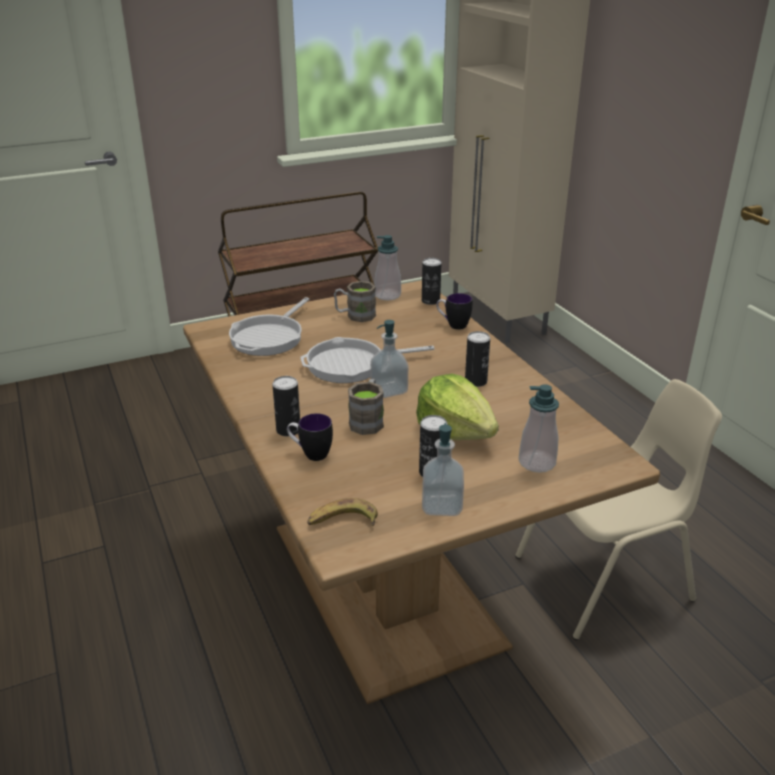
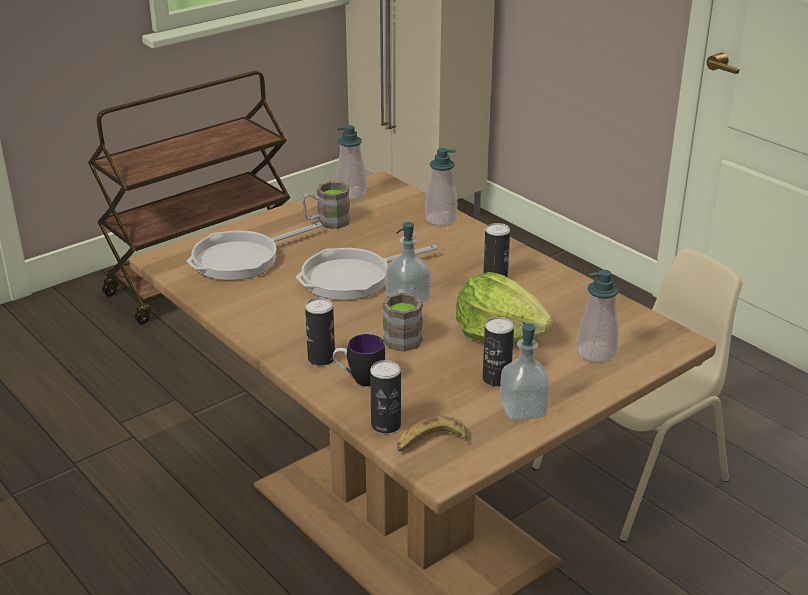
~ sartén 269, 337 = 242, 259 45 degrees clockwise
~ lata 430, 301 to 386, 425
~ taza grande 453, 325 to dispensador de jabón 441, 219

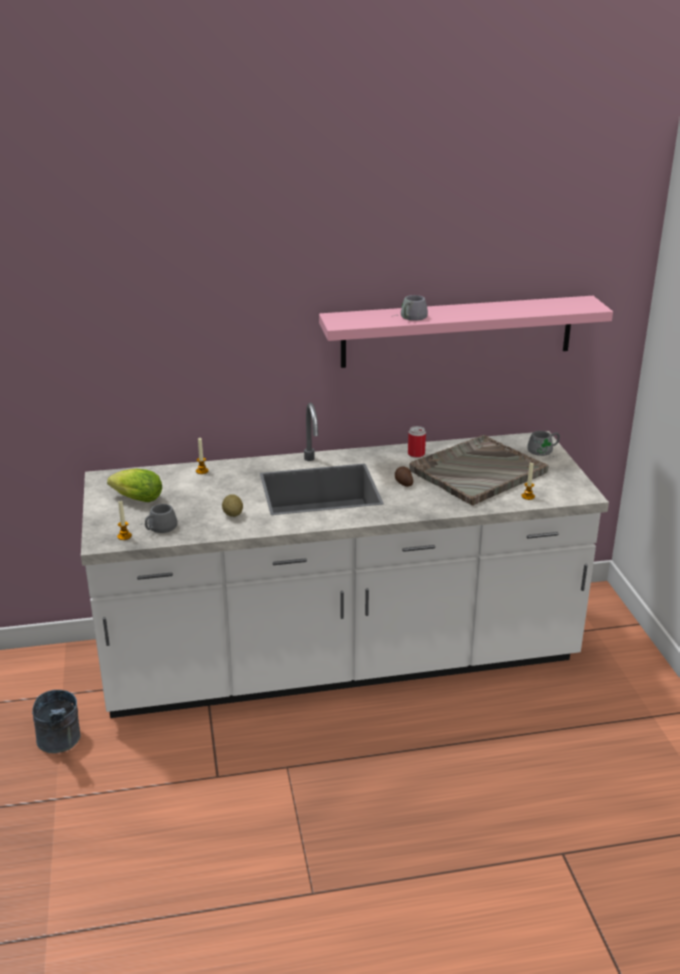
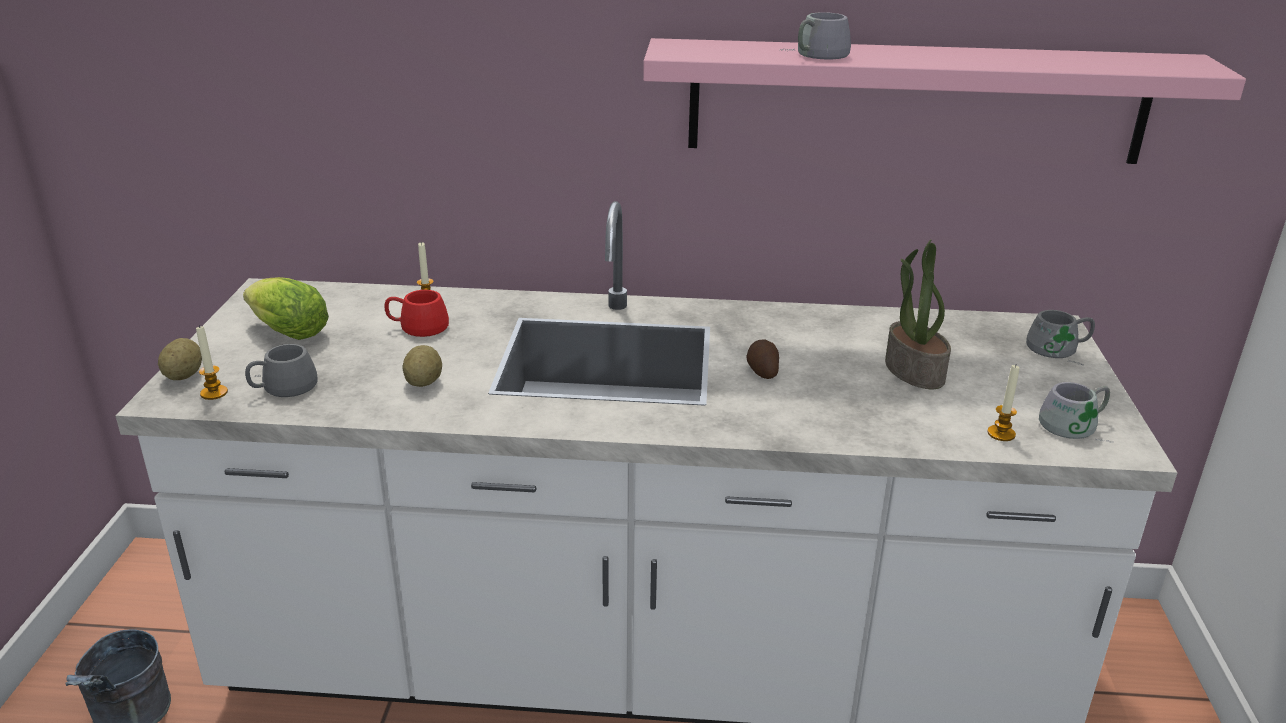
- lata 416, 454
~ bandeja/gris 477, 472 to planta en maceta 912, 371
+ patata 184, 375
+ taza grande/rojo 418, 324
+ taza grande/gris 1077, 427

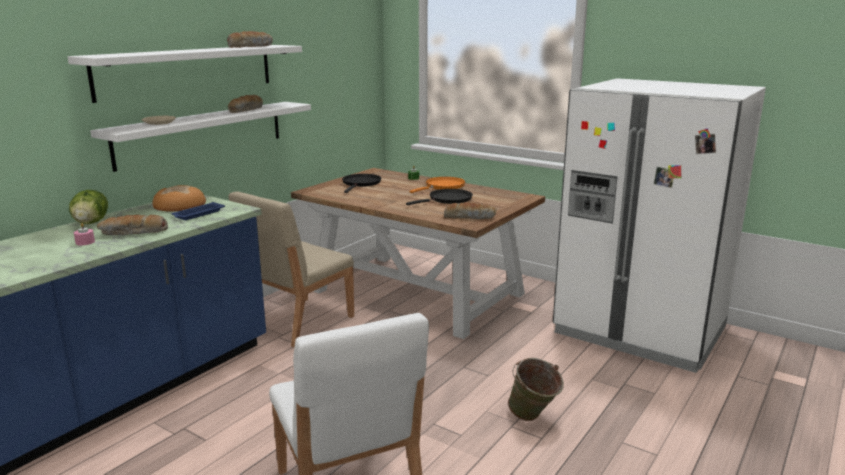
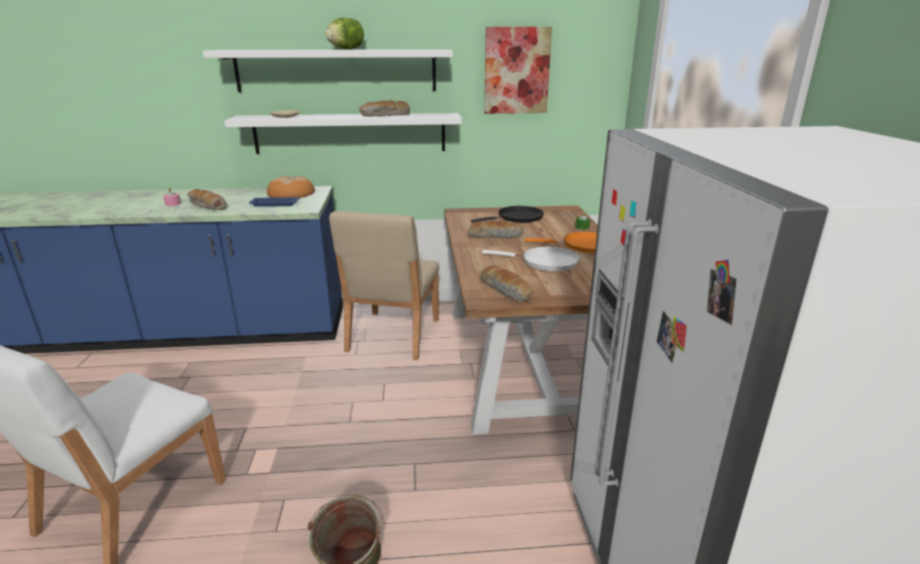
~ lechuga 91, 223 to 346, 49
~ pan 250, 46 to 495, 236
~ silla/beis 298, 321 = 392, 335 75 degrees counterclockwise
~ sartén/negro 448, 200 to sartén/blanco 545, 262
+ cuadro 516, 71

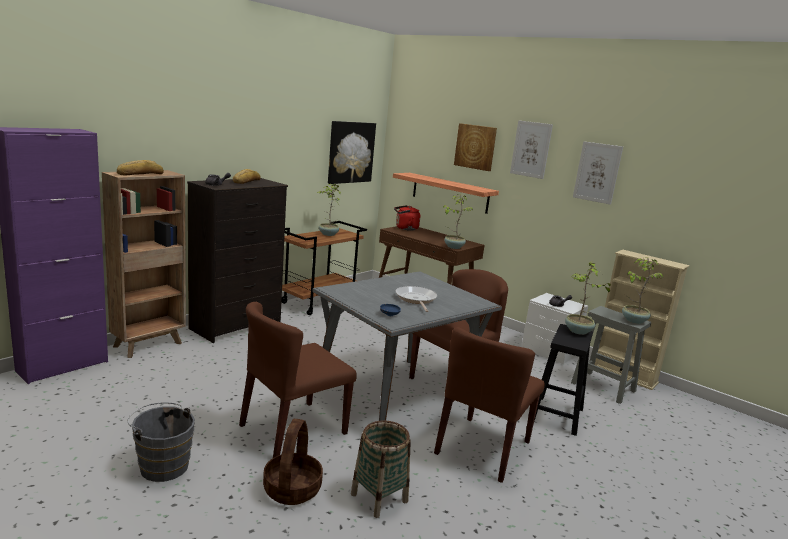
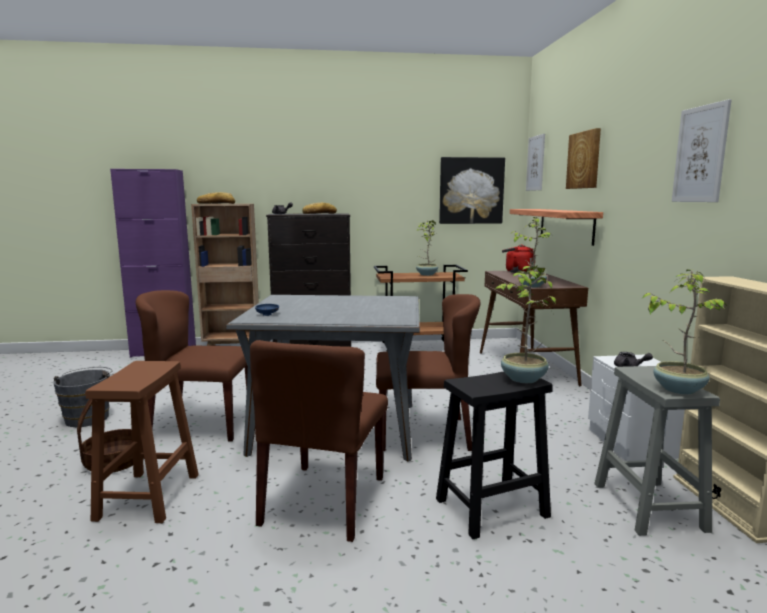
~ cesta 379, 497 to taburete/marrón 149, 495
- sartén 416, 299
~ silla/marrón 483, 448 = 324, 501 60 degrees counterclockwise
~ cuadro 531, 149 to 535, 163

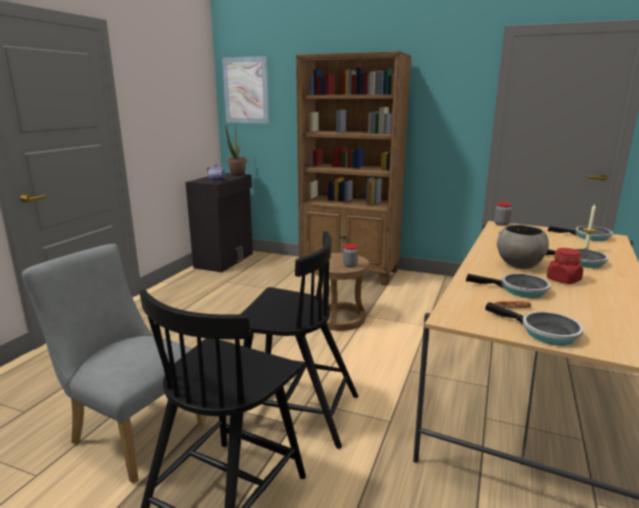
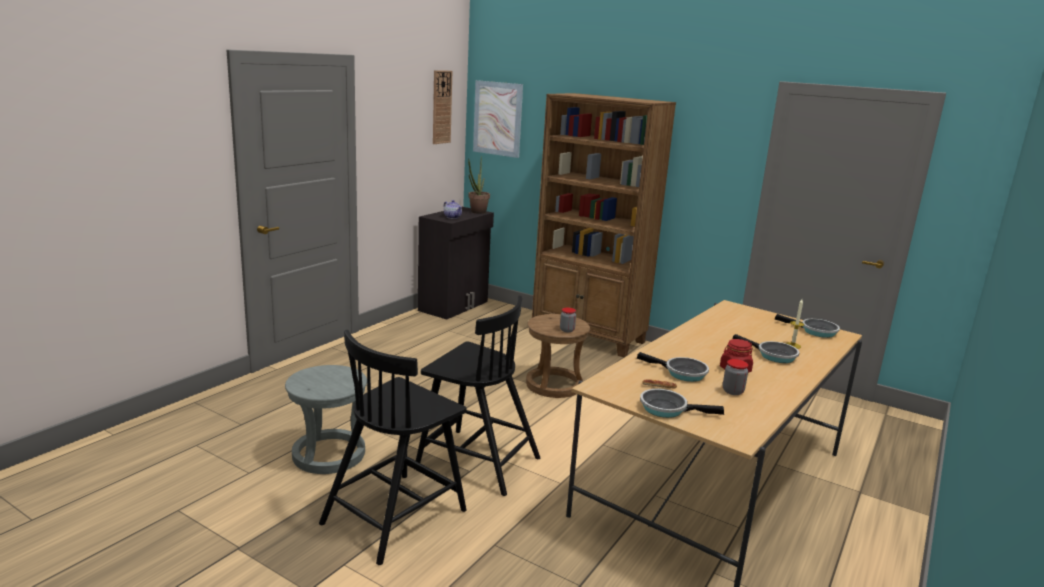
~ silla/gris 132, 432 to taburete/gris 329, 454
~ sartén 544, 332 = 667, 409 135 degrees clockwise
~ tarro 501, 224 to 733, 391
- cuenco/gris 519, 265
+ reloj de pared 441, 107

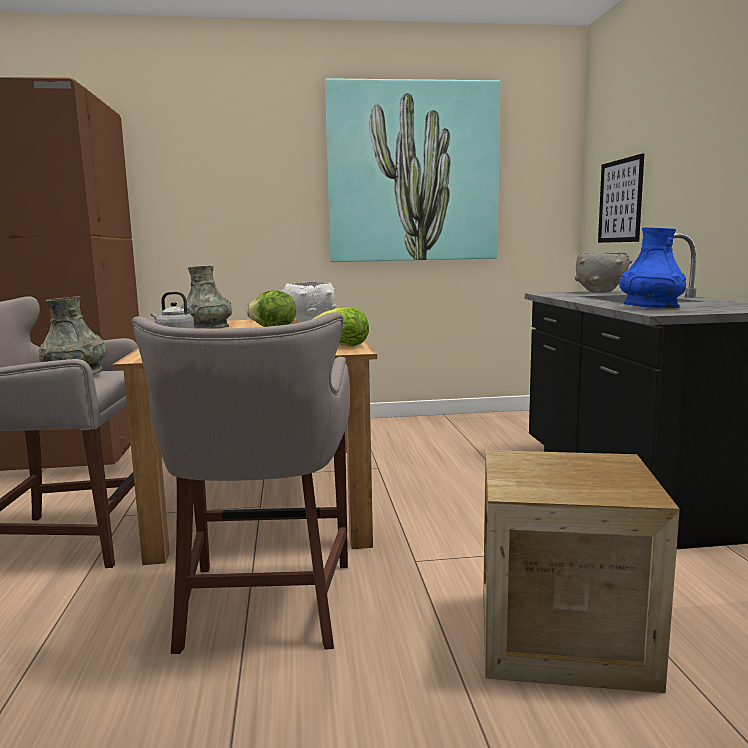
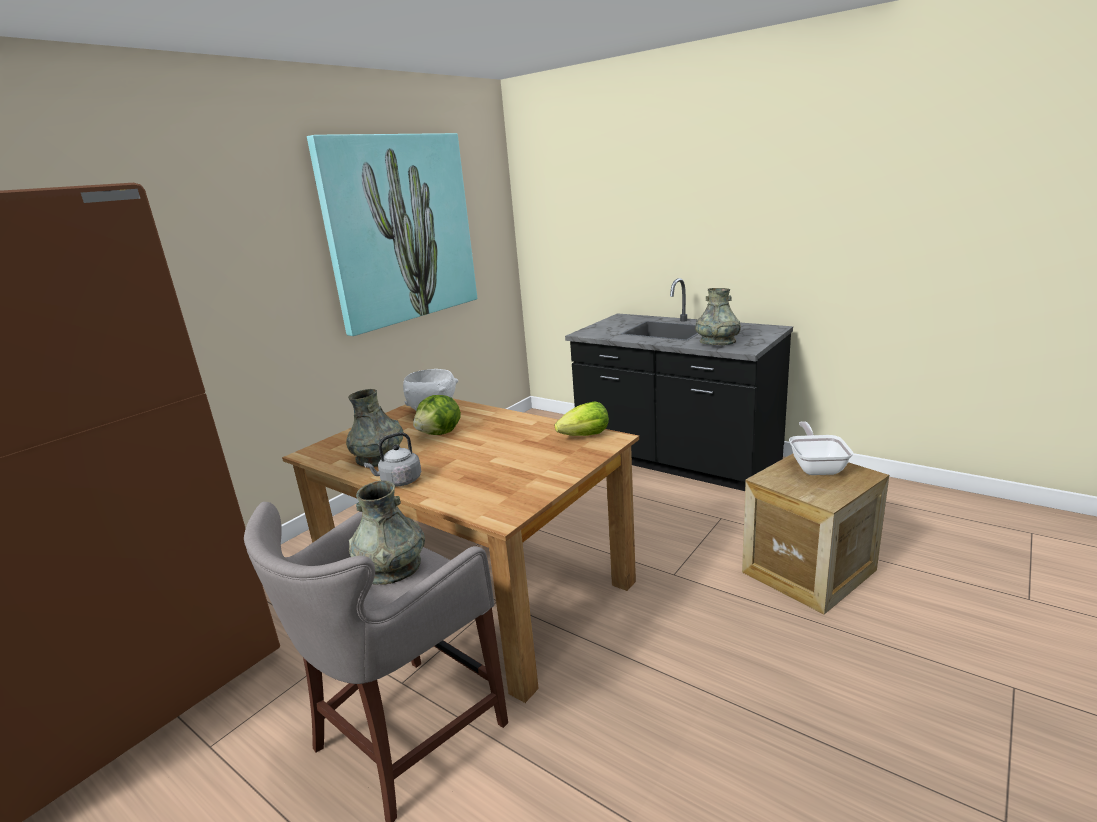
- taburete/gris 263, 607
- cuenco/gris 600, 292
- cuadro 620, 201
~ florero/azul 650, 307 to florero/gris 717, 342
+ sartén 816, 466

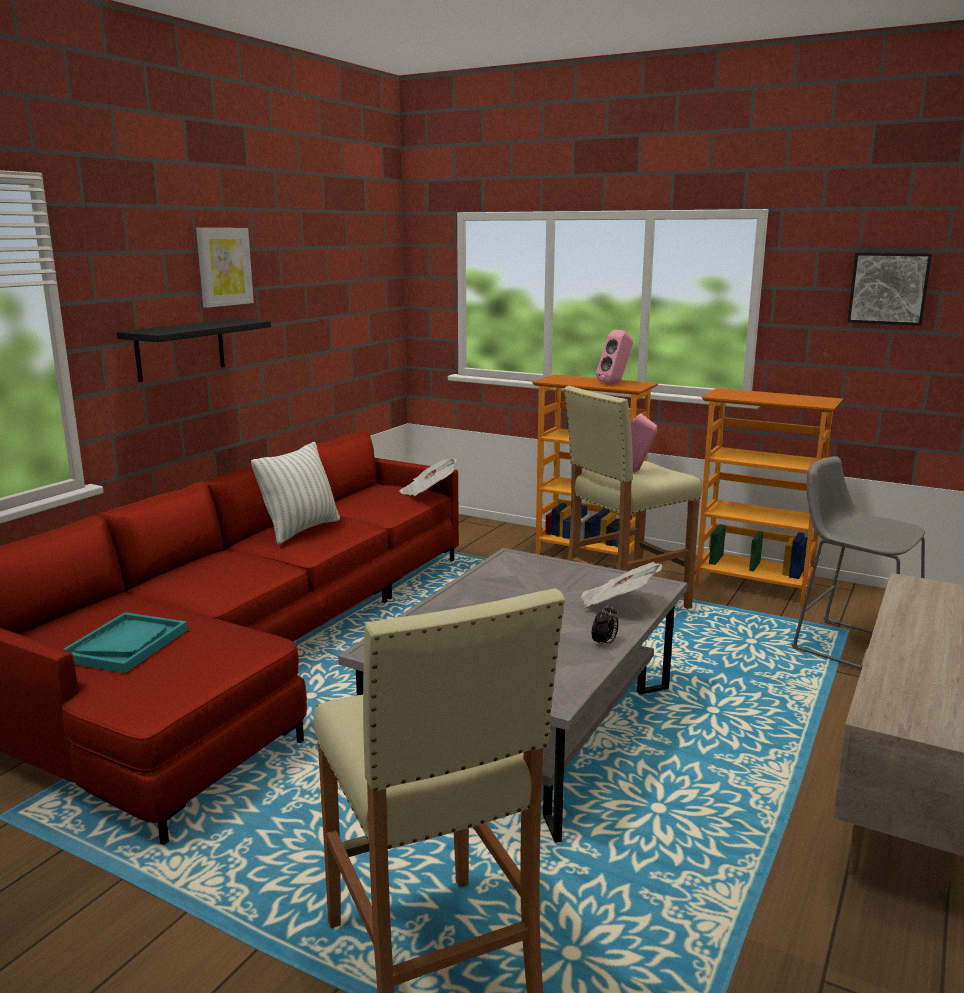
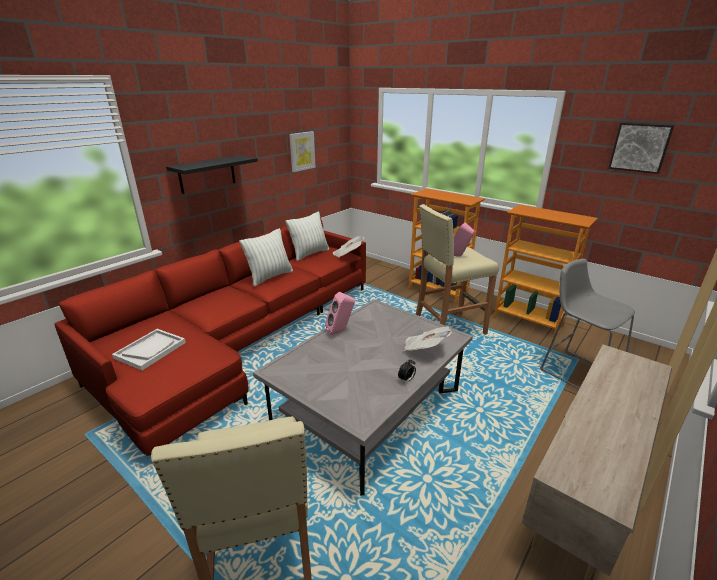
~ bandeja/turquesa 125, 645 to bandeja/blanco 150, 350
~ cuadro 224, 266 to 302, 151
~ altavoz/rosa 615, 383 to 340, 331
+ cojín 309, 254

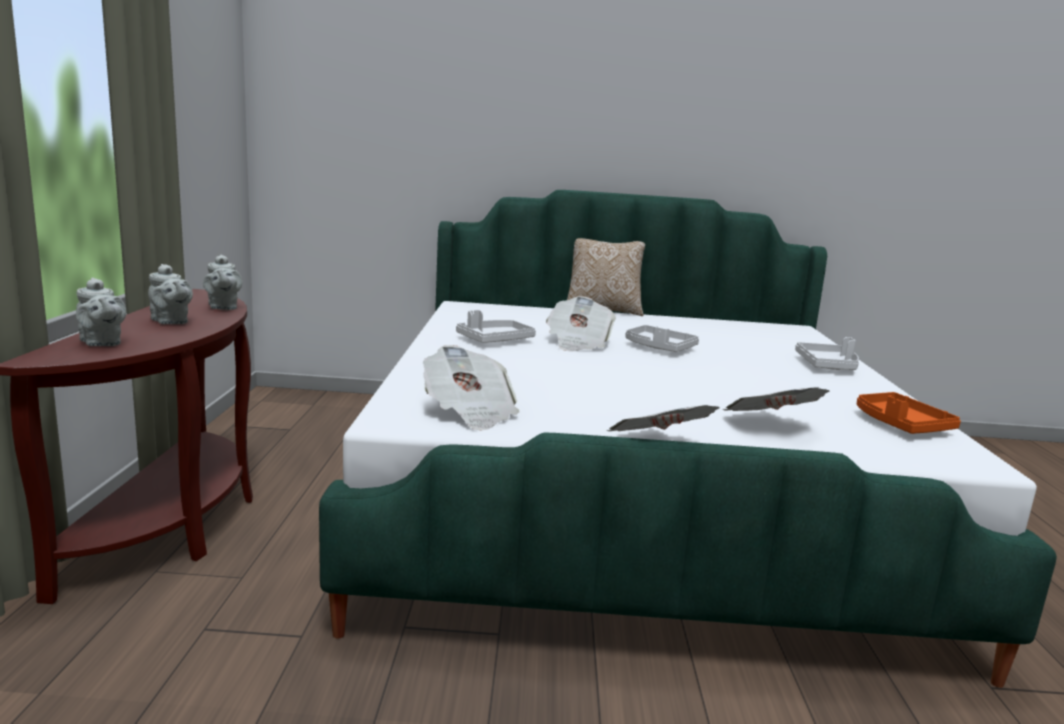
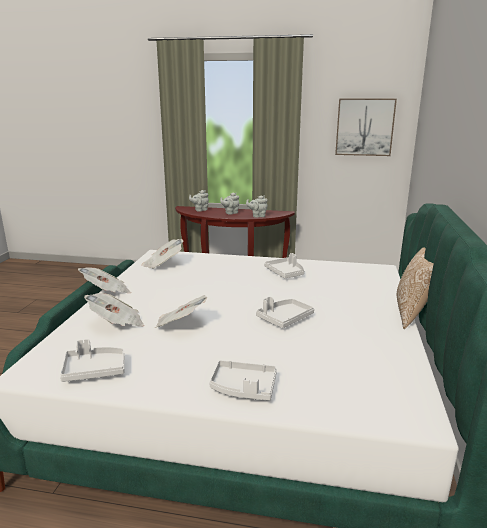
~ periódico 578, 343 to 180, 324
~ bandeja/naranja 900, 425 to bandeja/blanco 94, 370
+ cuadro 364, 127

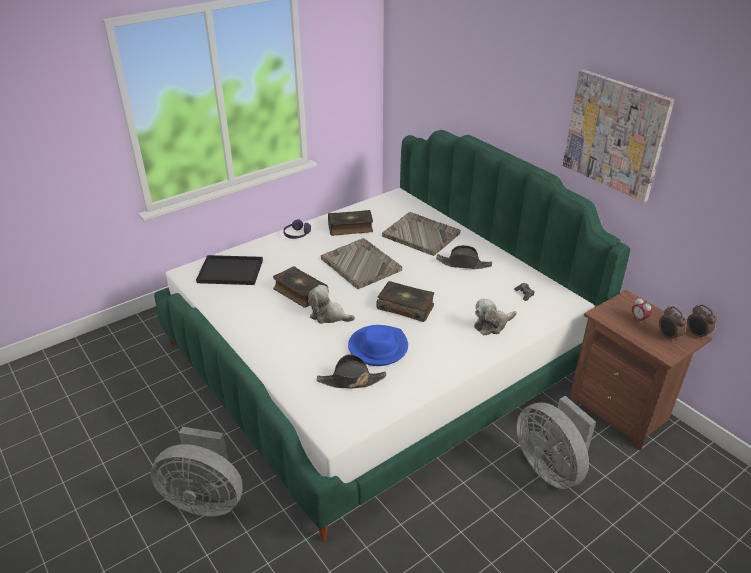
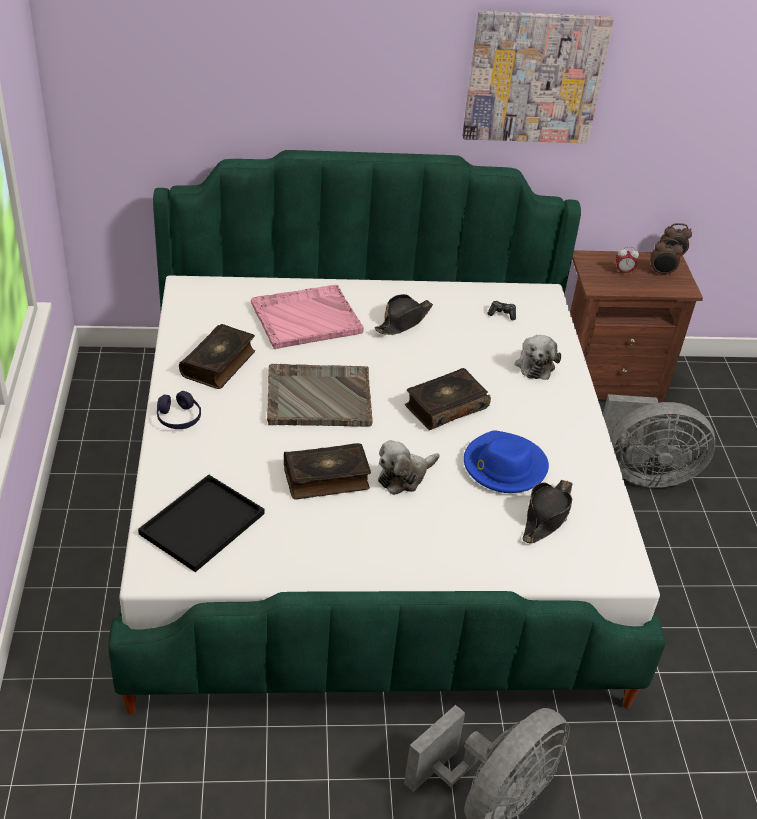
~ bandeja/gris 420, 235 to bandeja/rosa 305, 318

